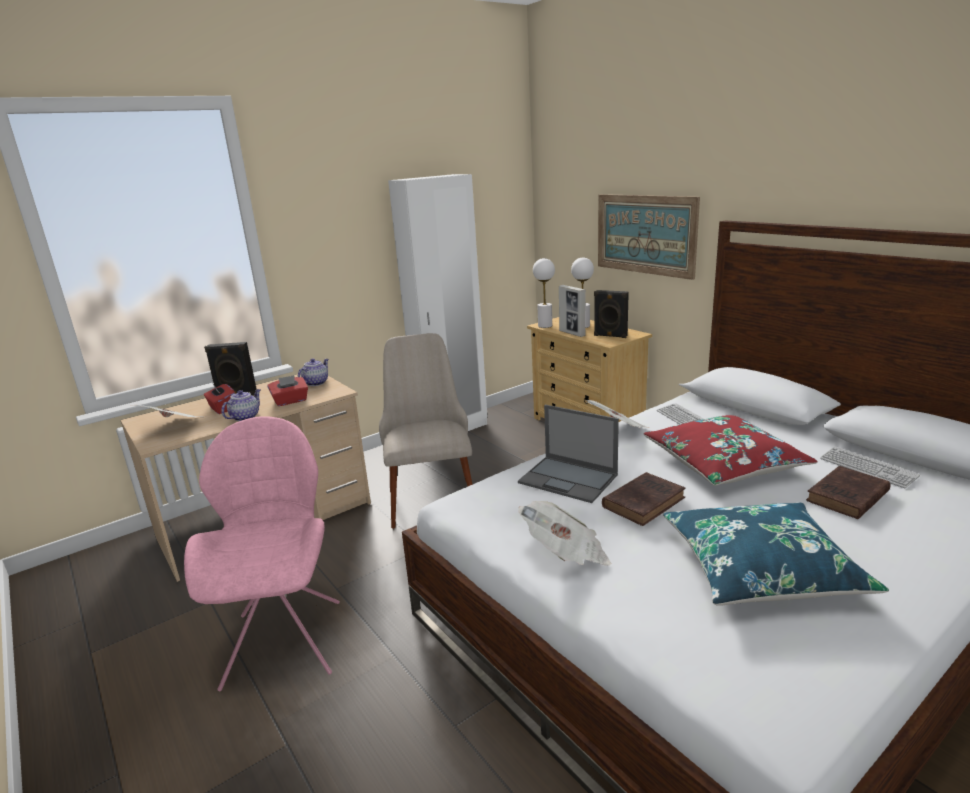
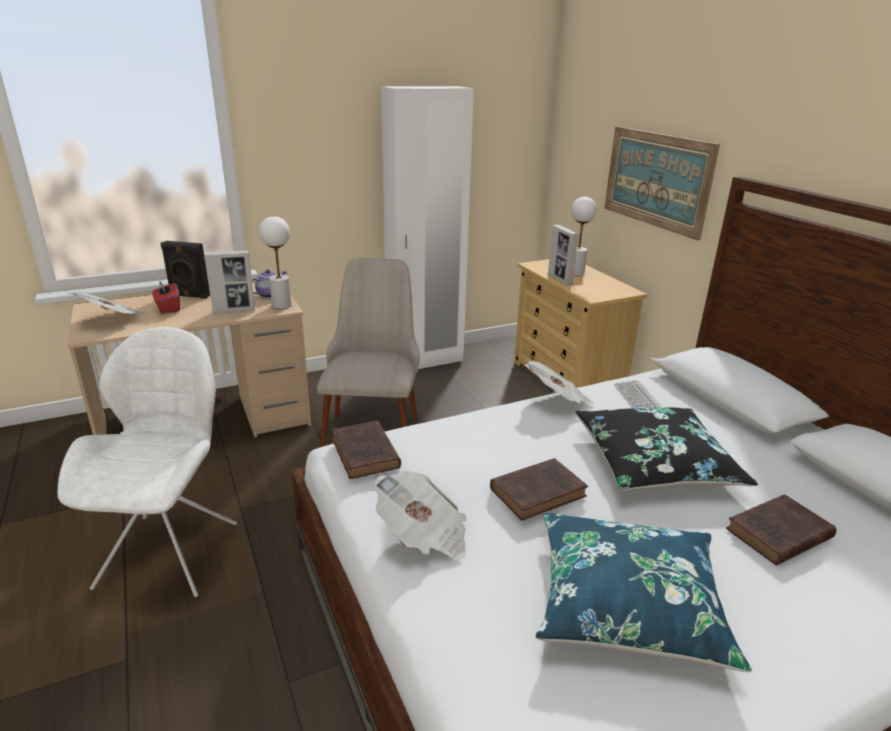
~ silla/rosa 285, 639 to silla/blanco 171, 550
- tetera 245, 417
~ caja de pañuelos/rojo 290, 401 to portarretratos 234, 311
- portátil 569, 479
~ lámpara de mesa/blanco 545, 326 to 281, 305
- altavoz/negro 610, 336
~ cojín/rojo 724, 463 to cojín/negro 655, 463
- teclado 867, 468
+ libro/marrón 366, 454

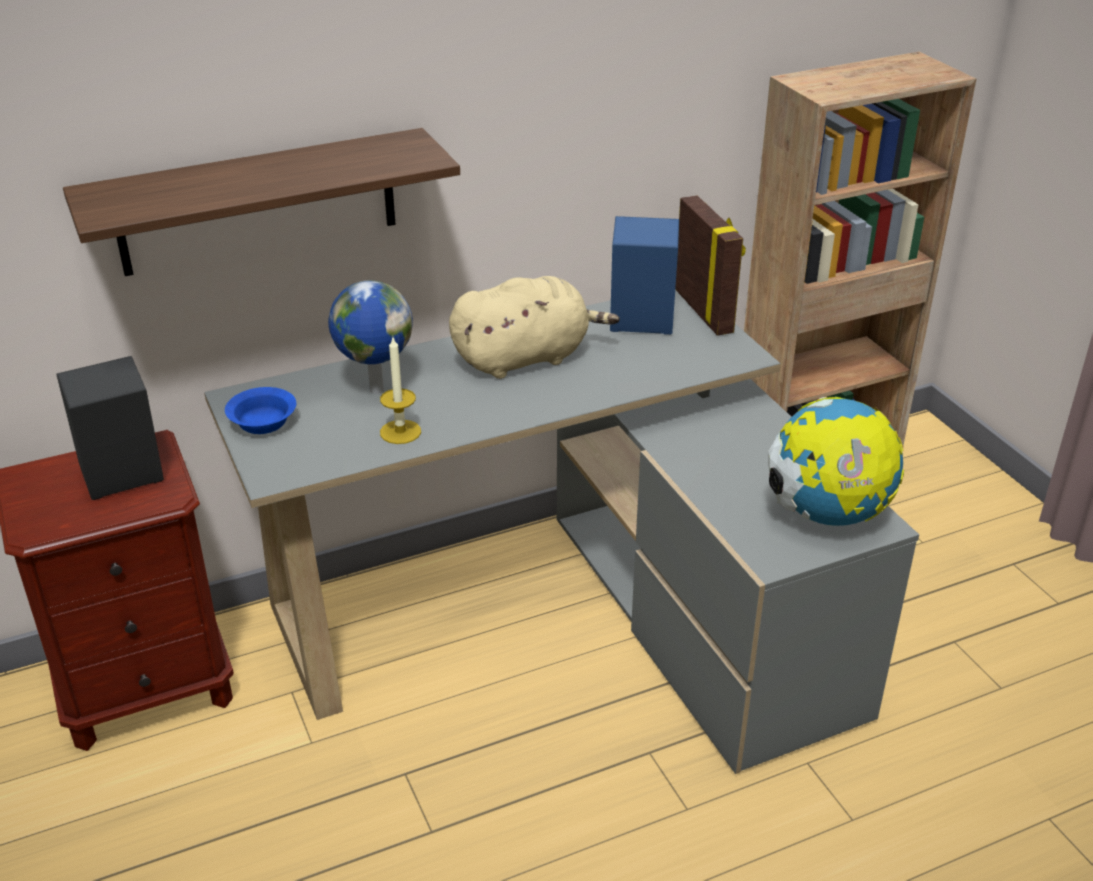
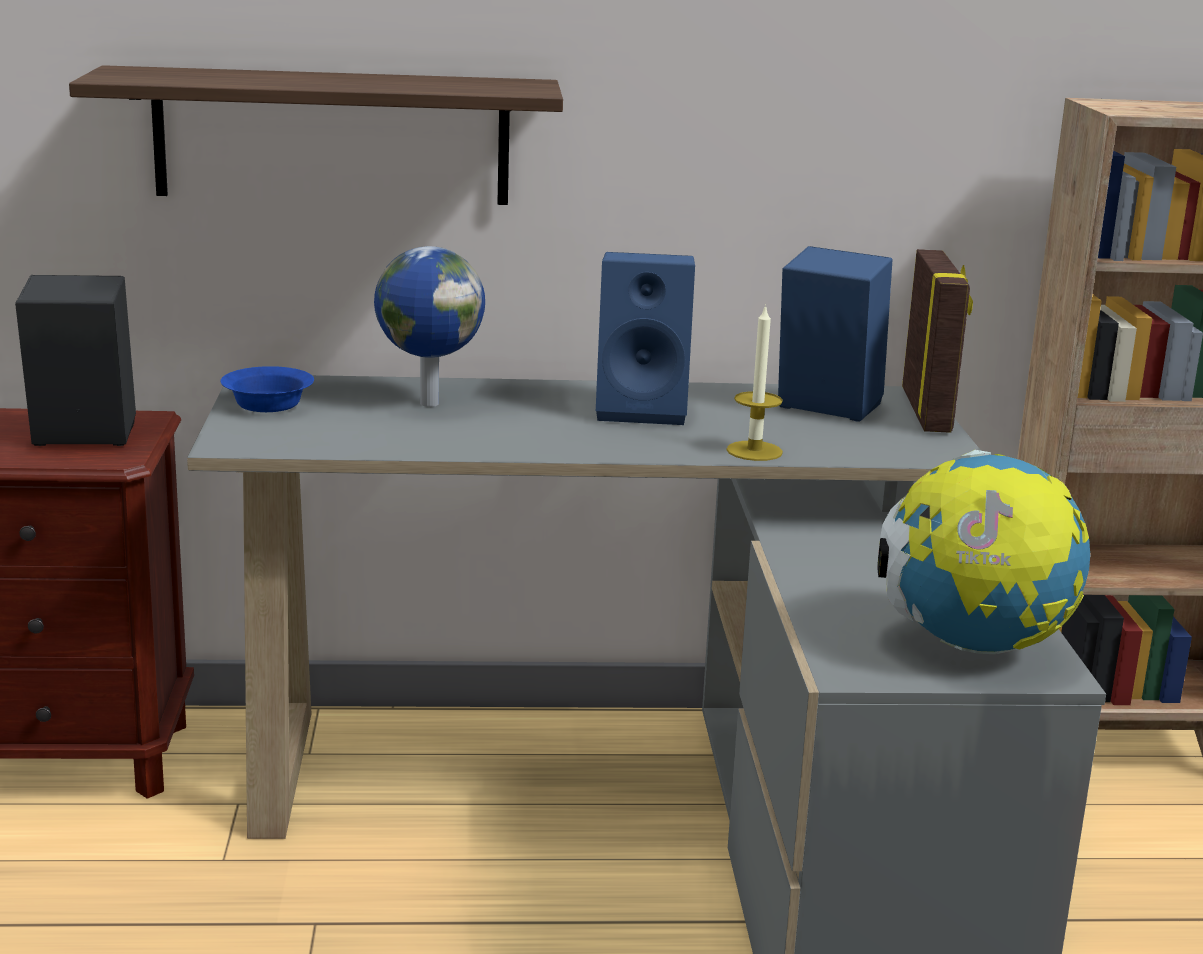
~ vela 400, 432 to 754, 451
~ peluche/beis 526, 358 to altavoz/azul 644, 409

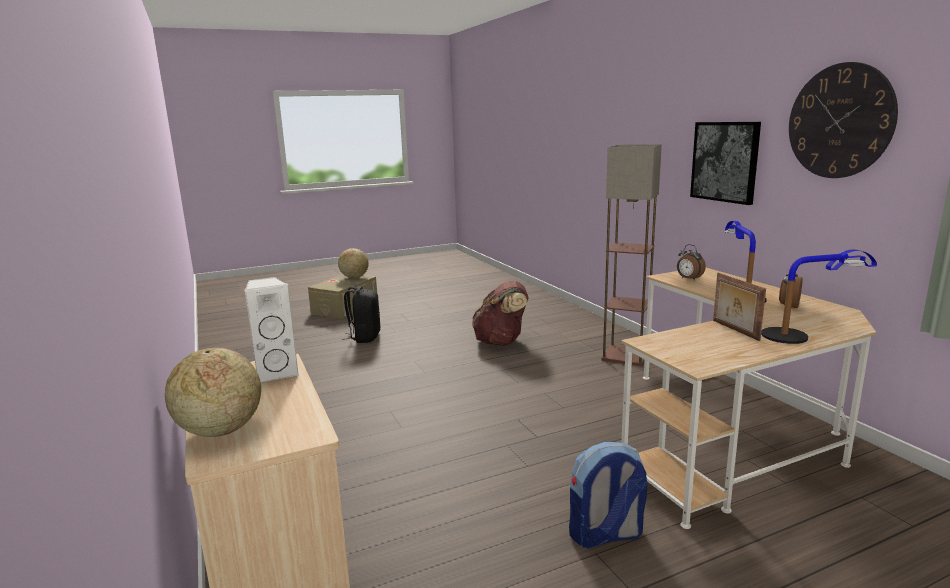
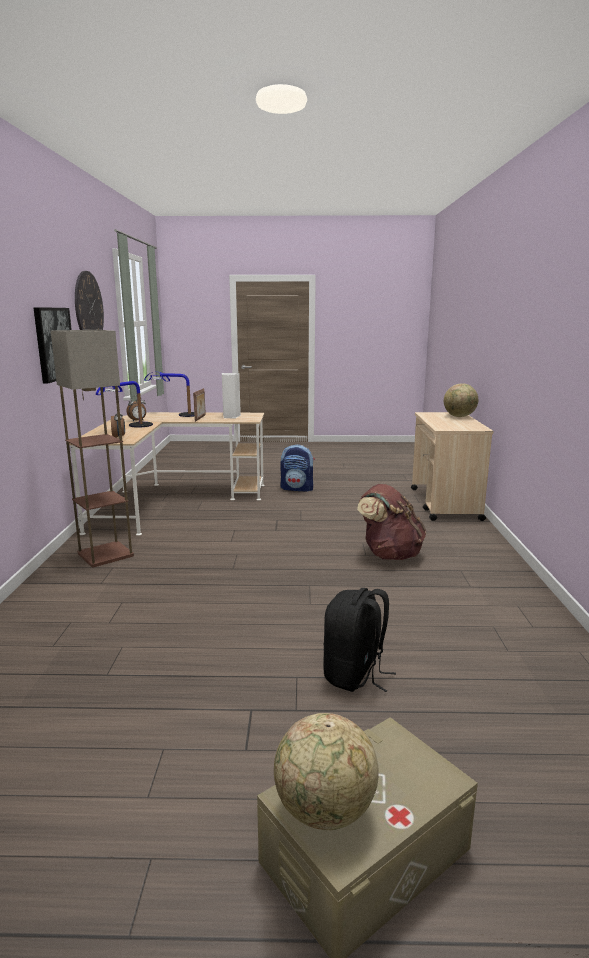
~ altavoz/blanco 277, 373 to 230, 416
~ mochila/marrón 501, 342 to 389, 554

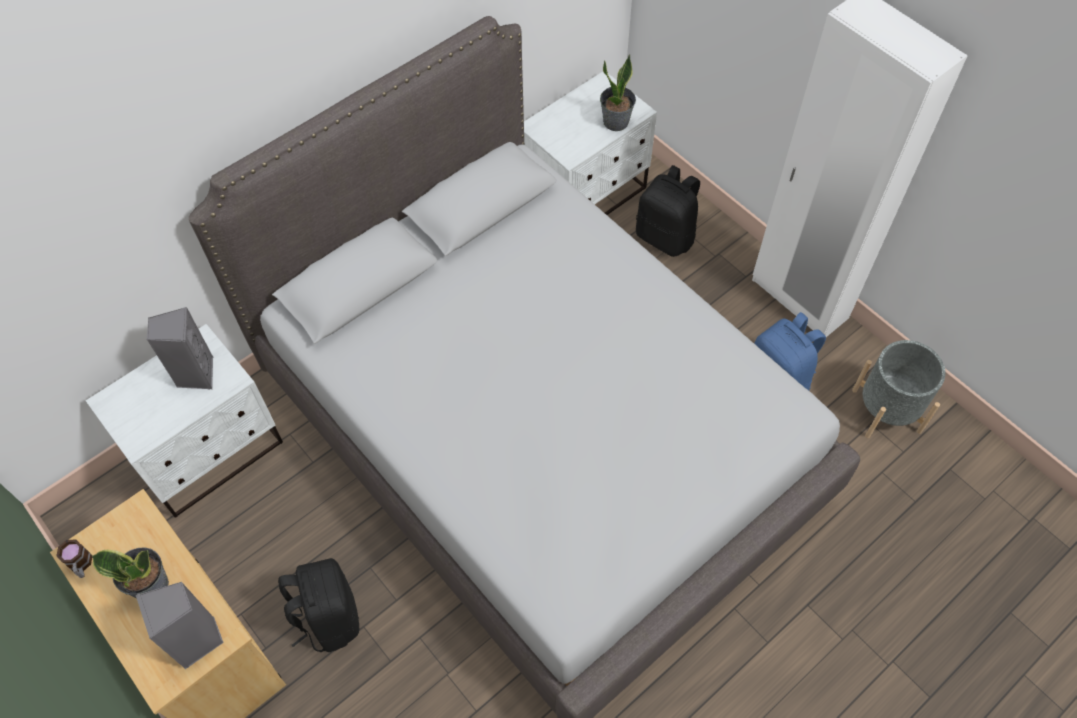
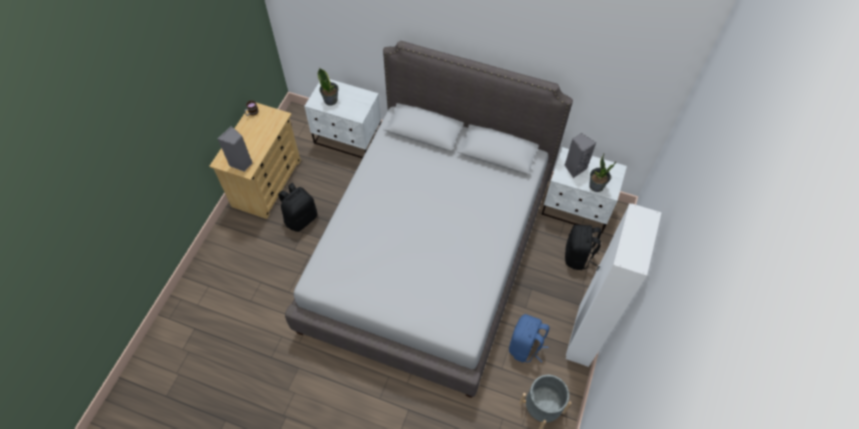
~ planta en maceta 151, 585 to 331, 100
~ altavoz/gris 195, 374 to 574, 168

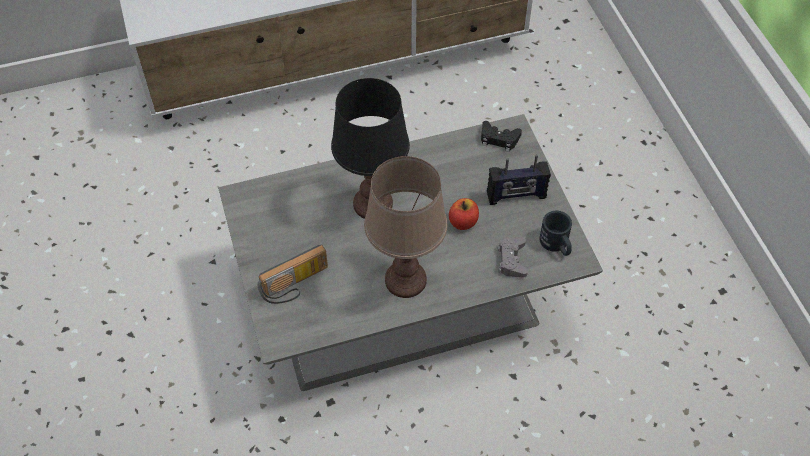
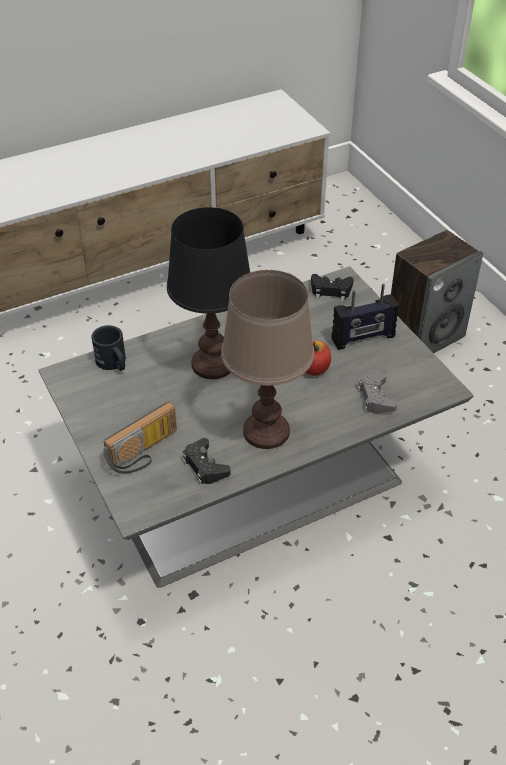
~ taza grande/negro 556, 245 to 114, 363
+ mando de consola/negro 205, 466
+ altavoz 425, 336

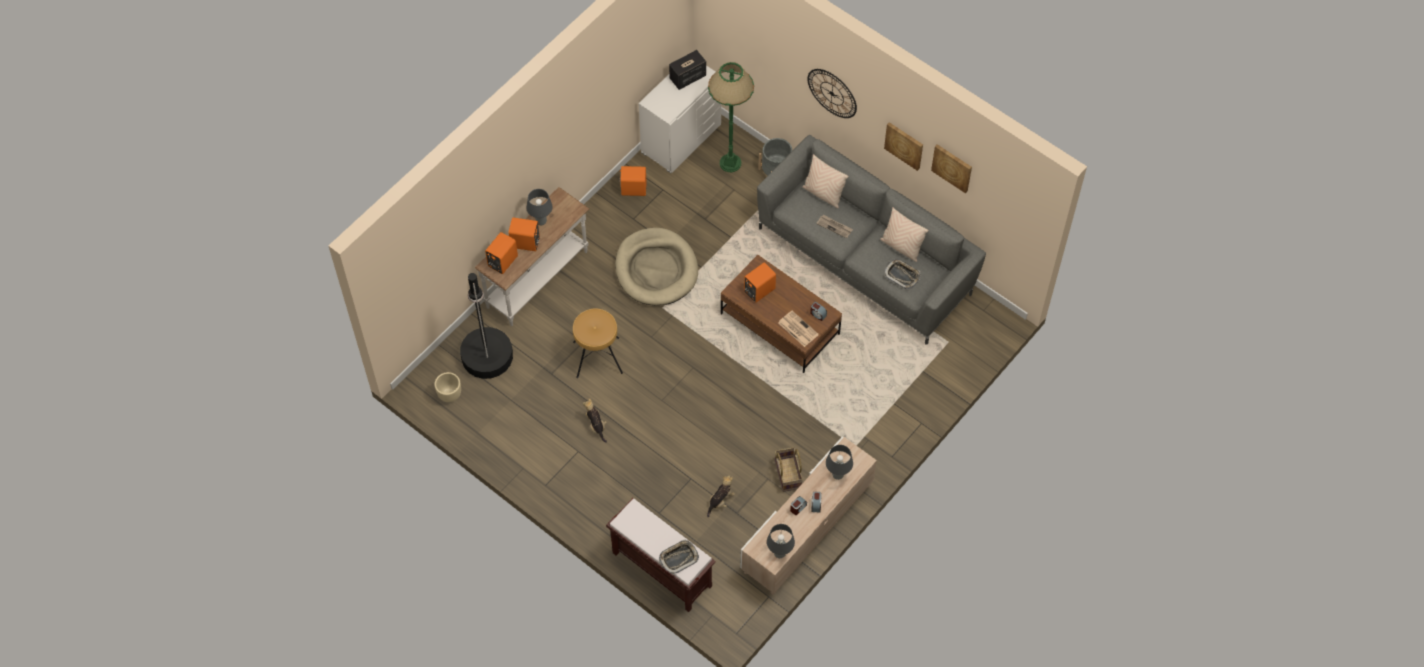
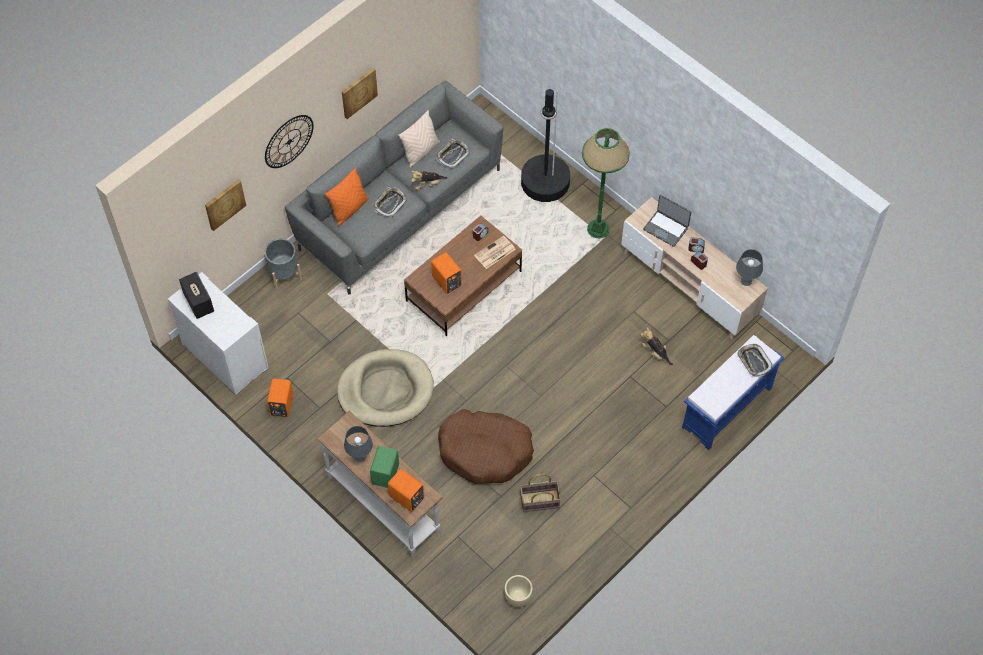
~ lámpara de pie/negro 487, 356 to 545, 182
~ altavoz/naranja 525, 243 to altavoz/verde 386, 474
~ taburete/marrón 597, 357 to cama para perro/marrón 485, 451
~ peluche 596, 425 to 428, 184
~ banco/marrón 661, 569 to banco/azul 726, 409
~ lámpara de pie/verde 730, 163 to 598, 229
~ cesta 787, 474 to 539, 501
~ cojín/beis 823, 194 to cojín/naranja 349, 209
~ periódico 834, 227 to bandeja 390, 203
~ lámpara de mesa/gris 838, 475 to portátil 666, 228
~ cuadro 952, 167 to 224, 204

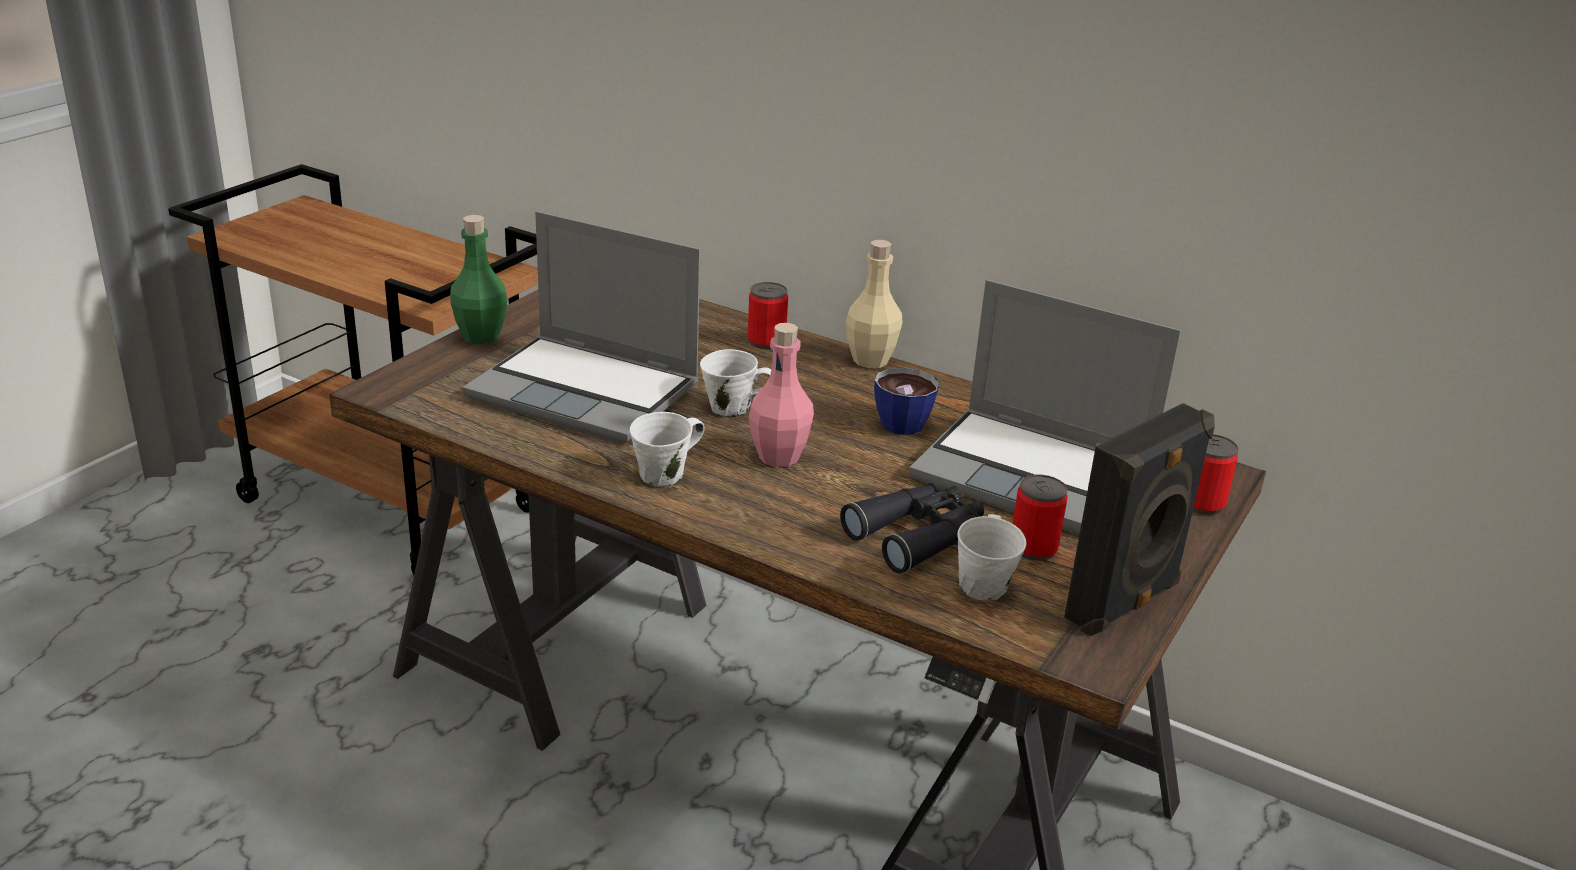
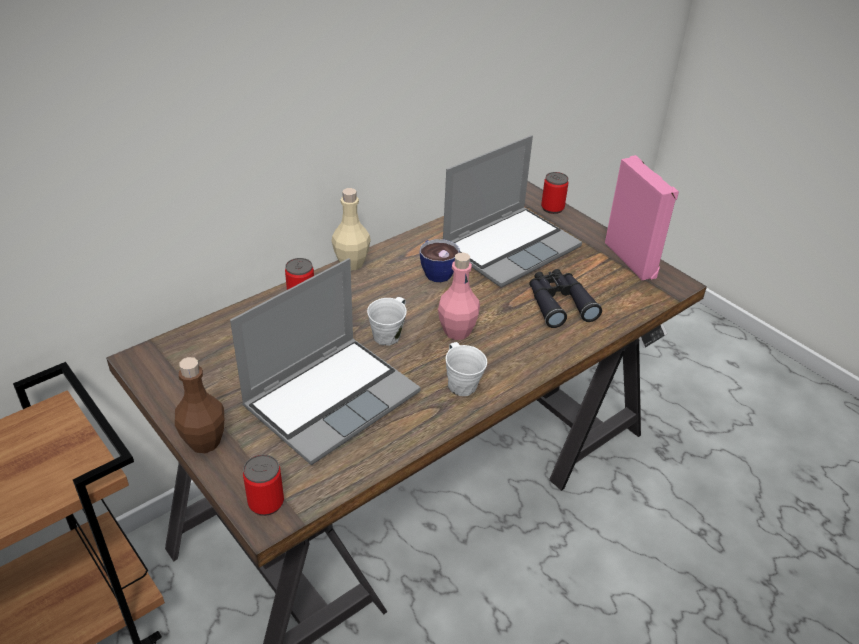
~ botella/verde 481, 336 to botella/marrón 204, 442
- taza grande/blanco 984, 585
~ lata 1033, 548 to 266, 502
~ altavoz/negro 1125, 603 to altavoz/rosa 632, 259

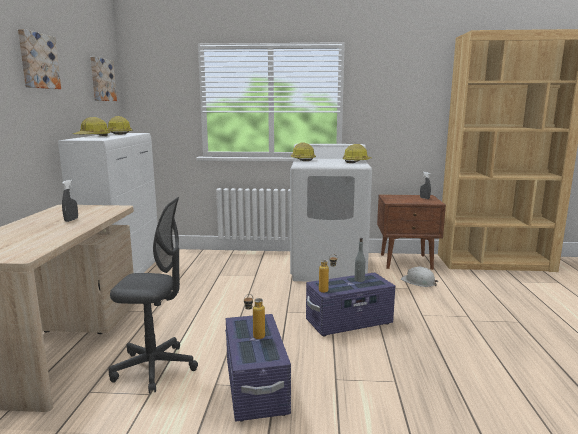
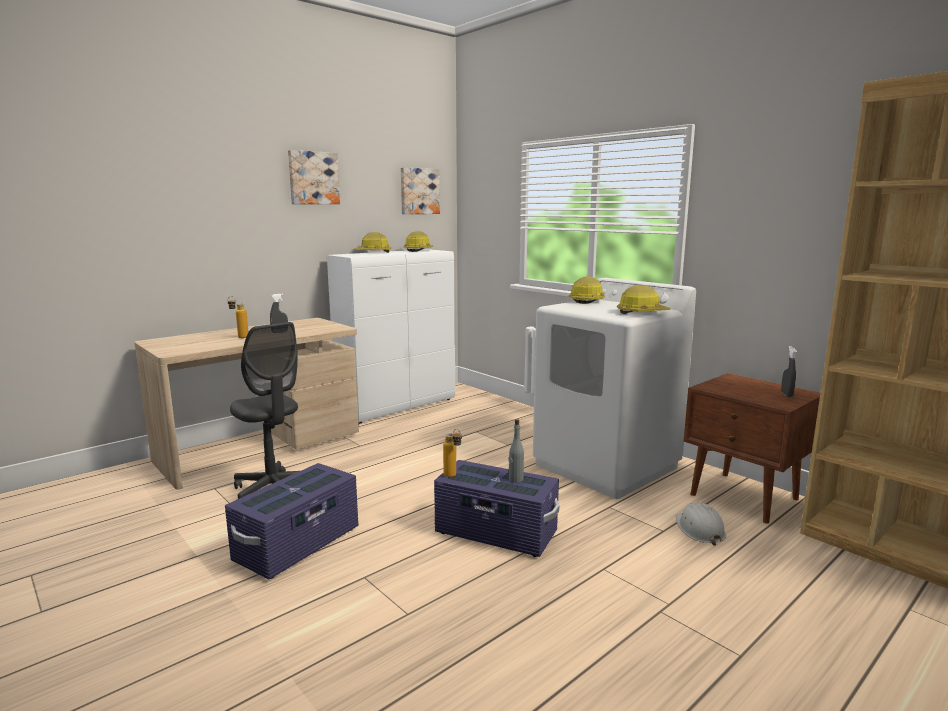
~ botella 254, 338 to 239, 337

